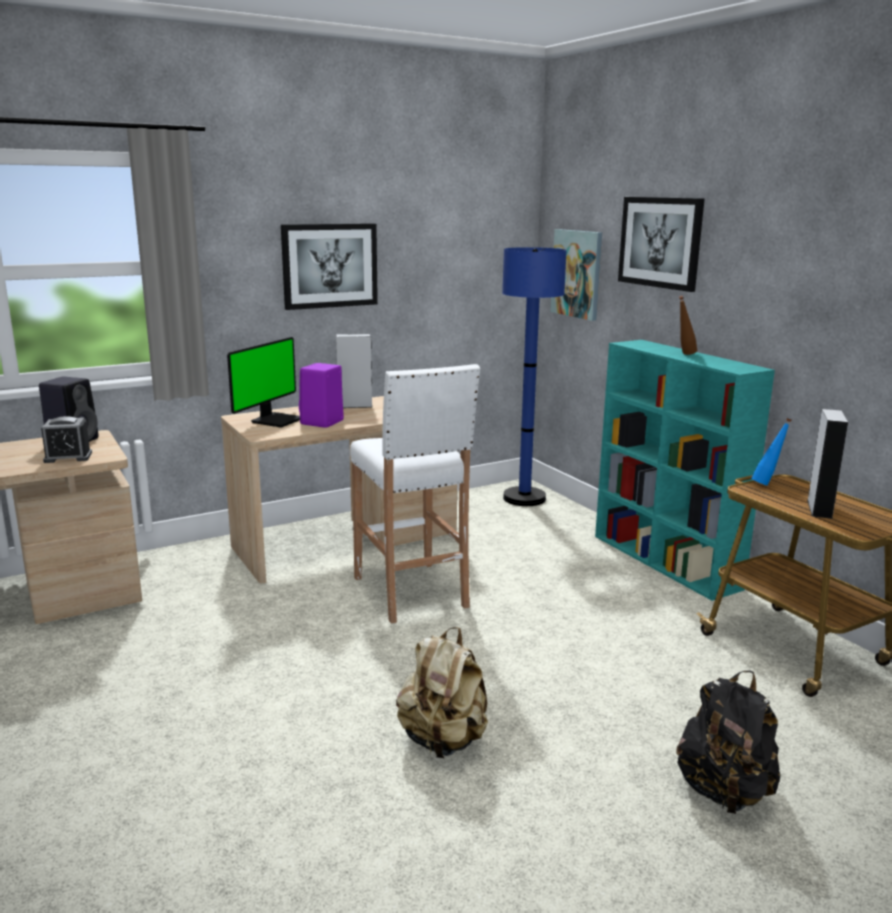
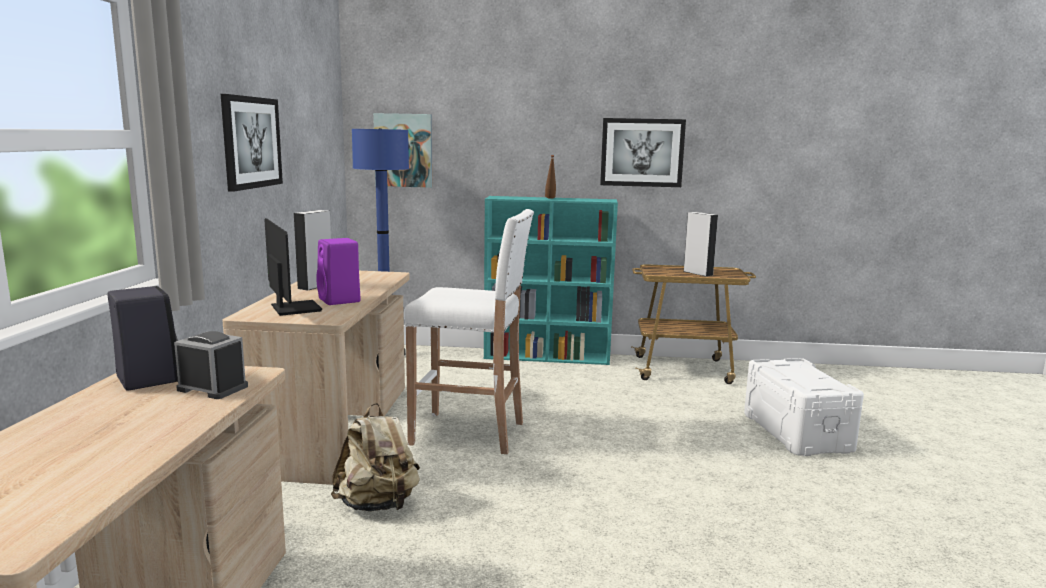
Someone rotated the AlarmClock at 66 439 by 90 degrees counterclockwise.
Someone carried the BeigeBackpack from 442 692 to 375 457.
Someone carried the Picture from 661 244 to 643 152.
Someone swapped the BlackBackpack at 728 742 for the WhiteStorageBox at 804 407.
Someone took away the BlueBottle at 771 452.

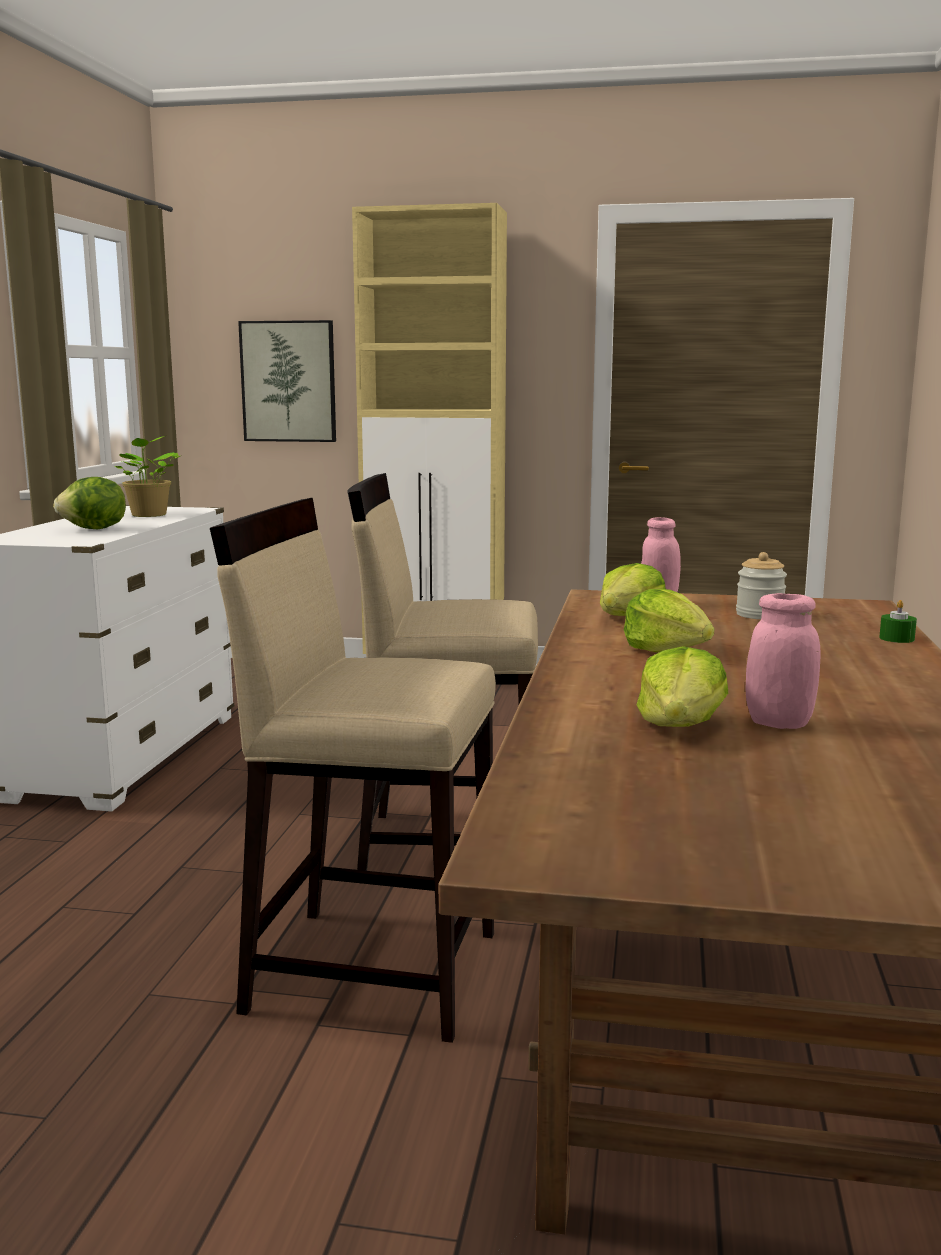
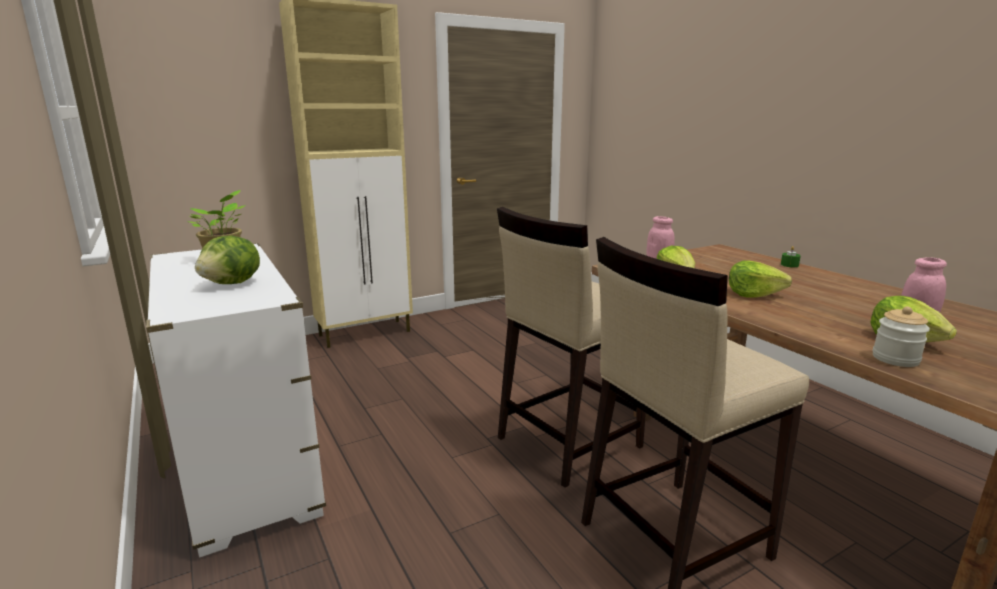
Someone took away the Picture at 287 381.
Someone carried the Jar from 761 585 to 901 337.

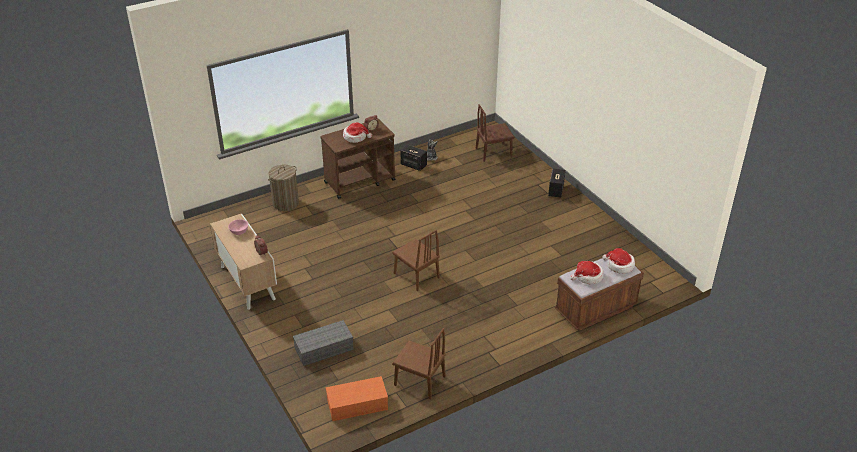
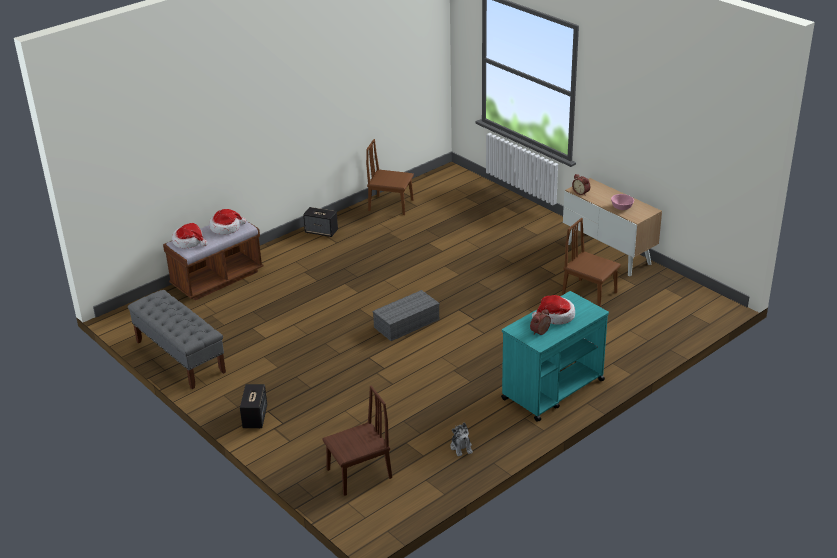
Someone took away the LaundryBasket at 283 187.
Someone carried the GreyStorageBox from 323 343 to 406 315.
Someone repainted the BrownCart at 357 159, which became the TurquoiseCart at 555 356.
Someone took away the OrangeStorageBox at 357 398.
Someone carried the BrownChair from 416 260 to 591 262.
Someone carried the Speaker from 414 158 to 320 222.
Someone put down the GreyBench at 177 339.

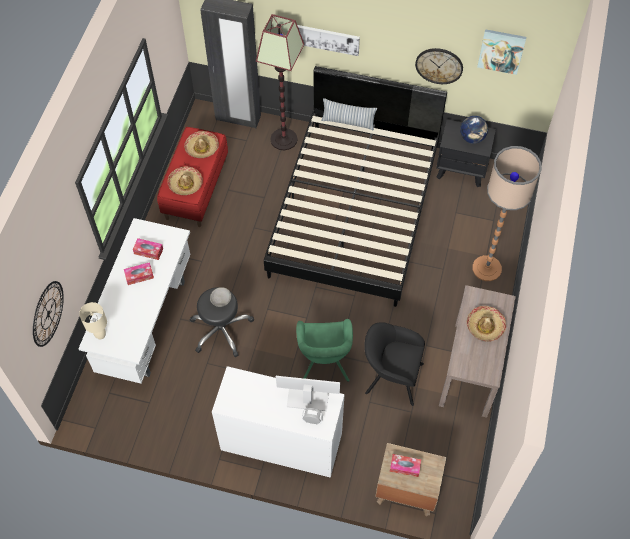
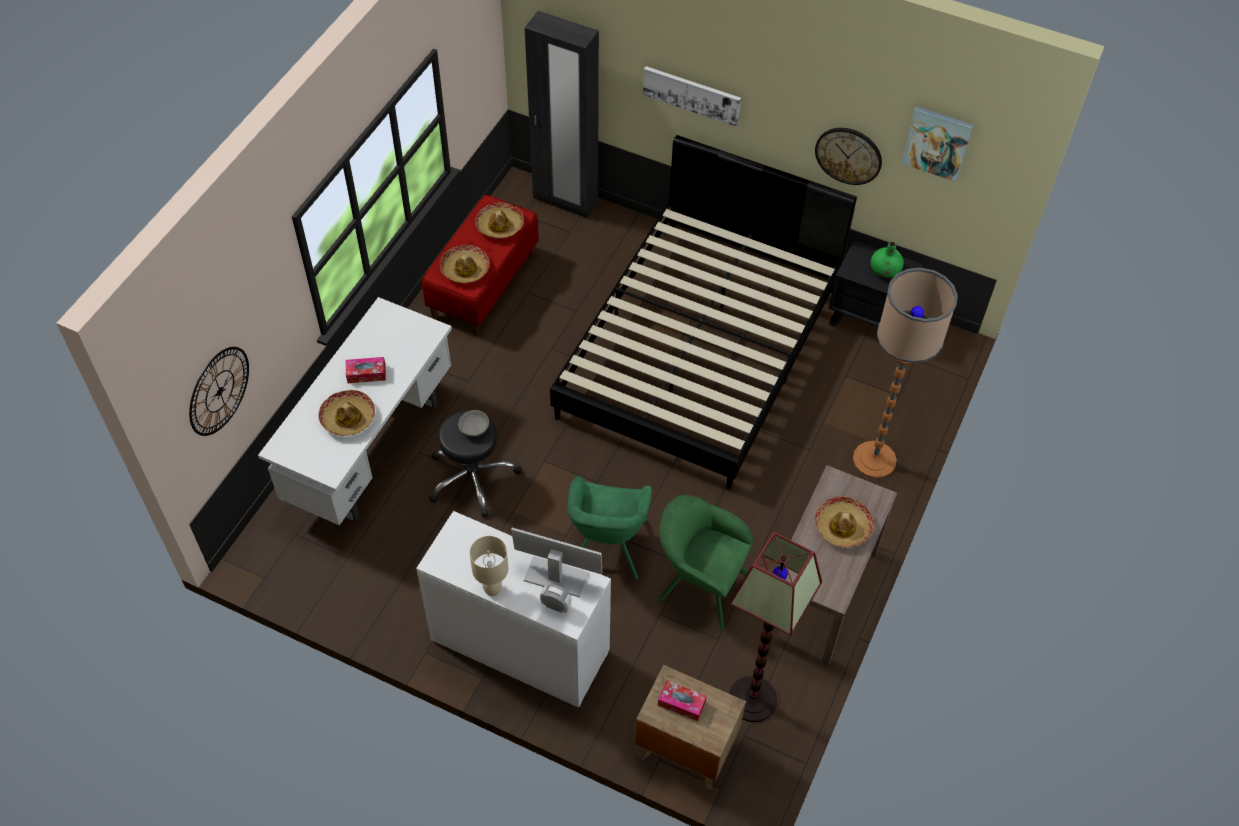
Someone carried the BeigeTableLamp from 93 321 to 489 566.
Someone took away the TissueBox at 148 249.
Someone carried the FloorLamp from 280 82 to 775 627.
Someone took away the Pillow at 349 114.
Someone repainted the BlackArmchair at 394 364, which became the GreenArmchair at 705 563.
Someone swapped the Globe at 474 130 for the GreenVase at 887 260.
Someone put down the Hat at 346 413.

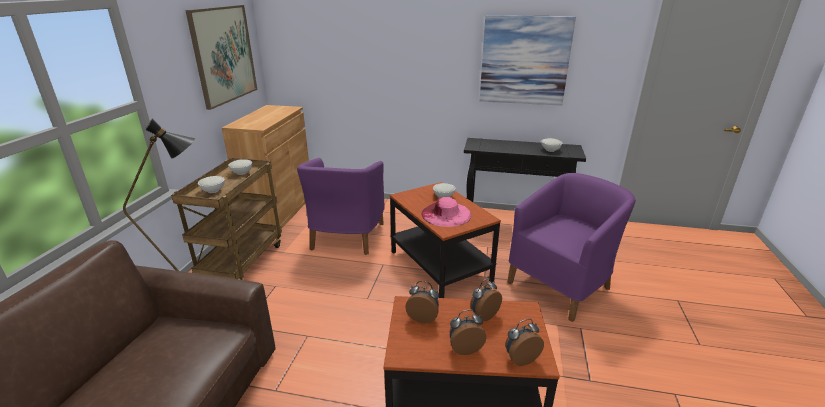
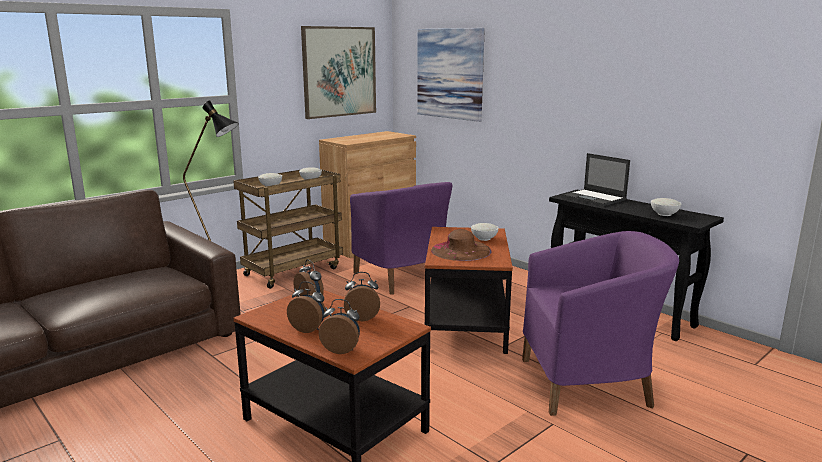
Someone rotated the PurpleArmchair at 341 206 by 75 degrees counterclockwise.
Someone repainted the PinkHat at 446 212, which became the BrownHat at 461 245.
Someone carried the Picture from 528 60 to 451 75.
Someone put down the Laptop at 595 179.

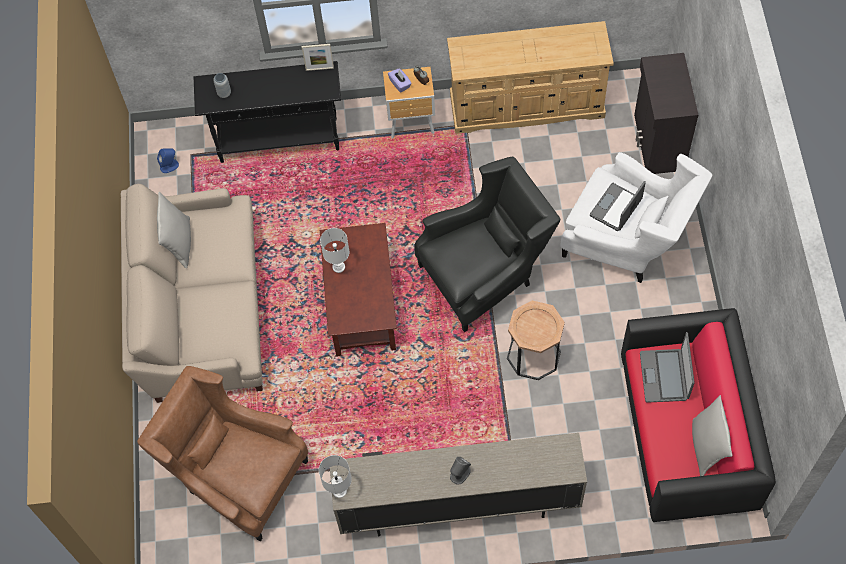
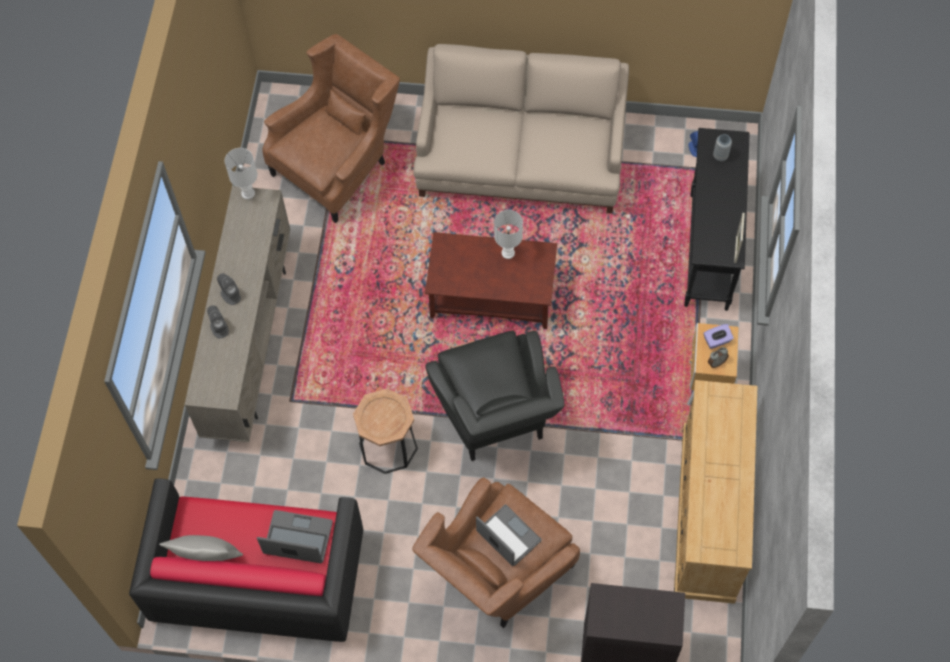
Someone took away the GreyPillow at 174 230.
Someone repainted the WhiteArmchair at 636 217, which became the BrownArmchair at 496 552.
Someone put down the GreySpeaker at 218 321.

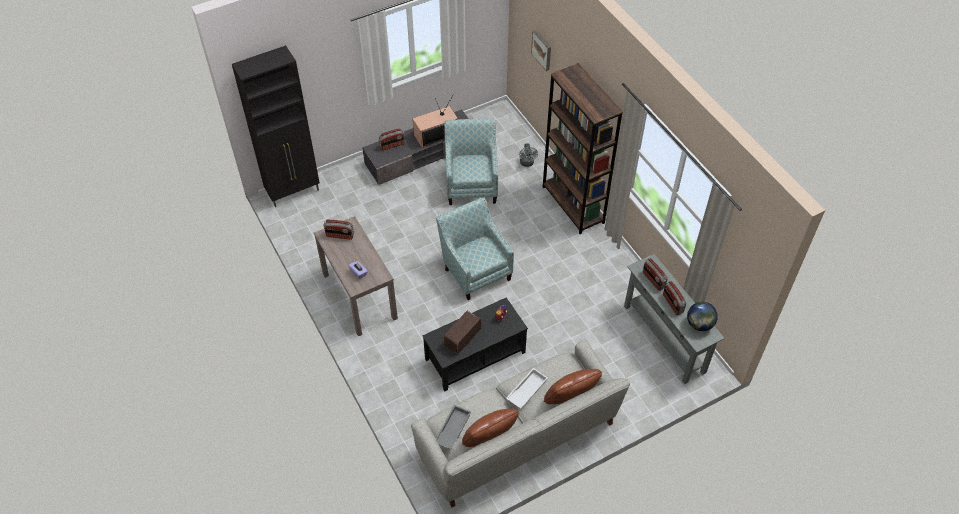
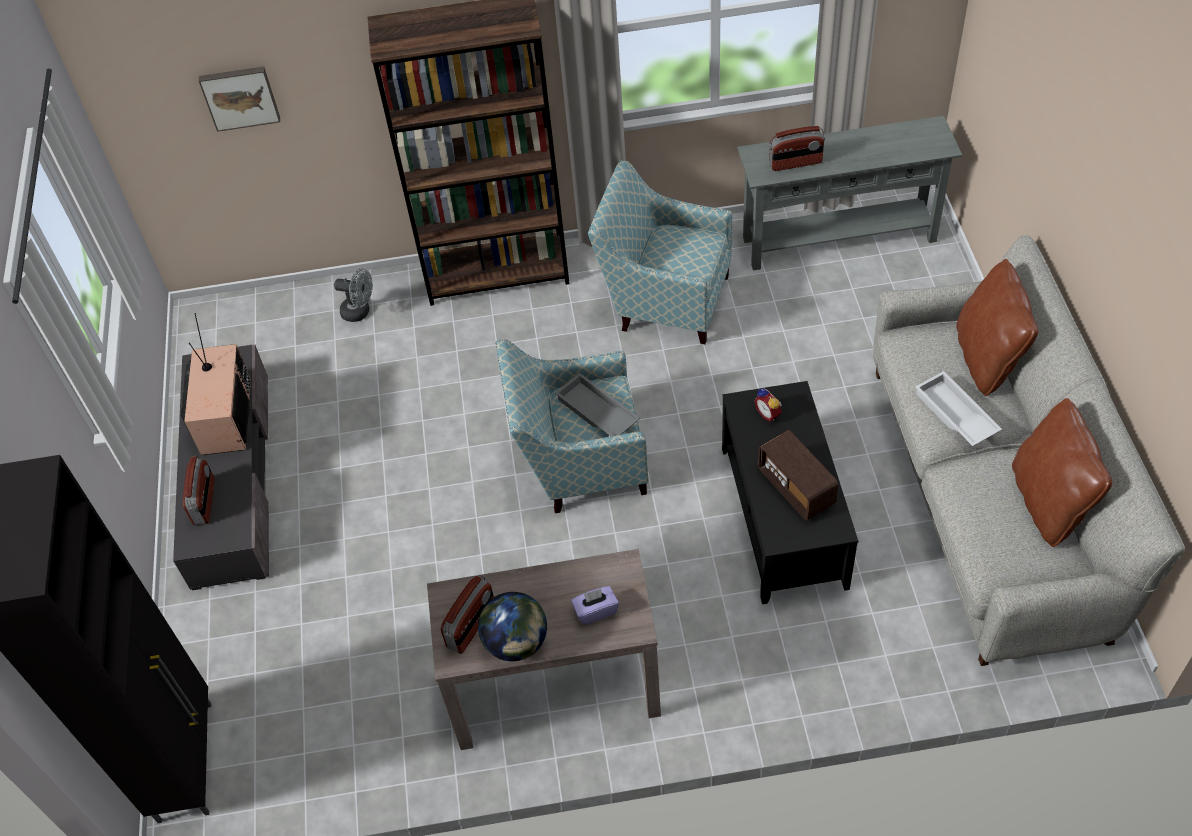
Someone carried the GreyTray from 453 427 to 597 404.
Someone carried the Armchair from 471 162 to 660 252.
Someone took away the Radio at 674 298.
Someone carried the Globe from 702 316 to 512 626.

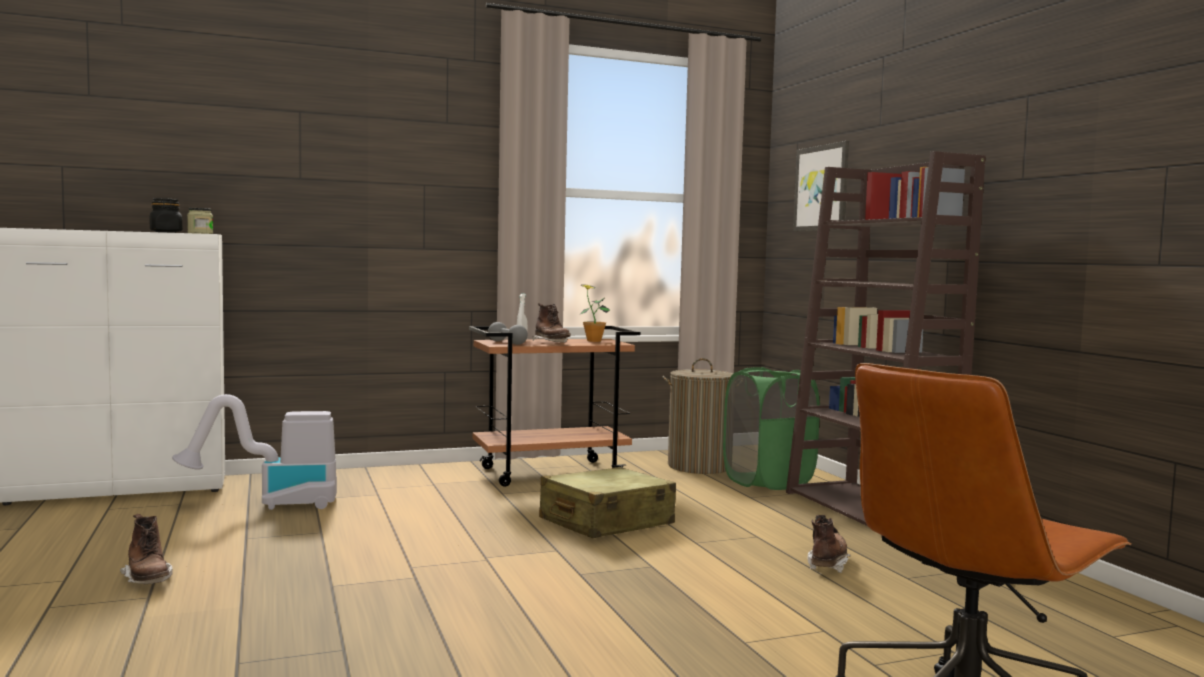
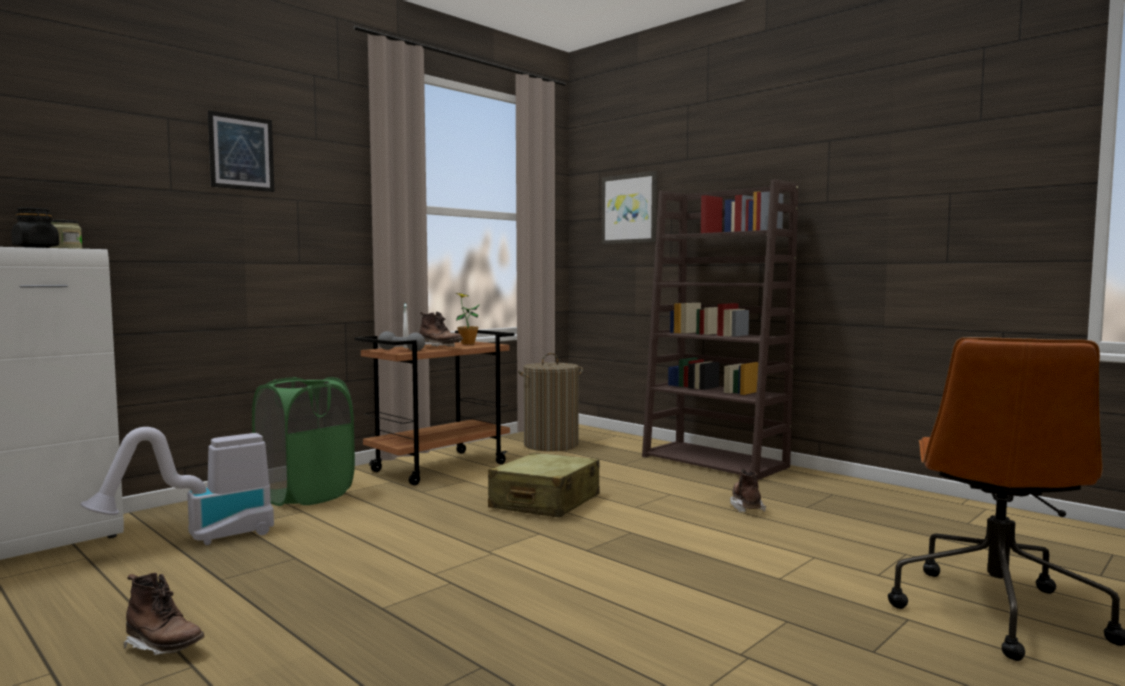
Someone carried the GreenLaundryBasket from 771 428 to 303 441.
Someone put up the Picture at 241 151.

